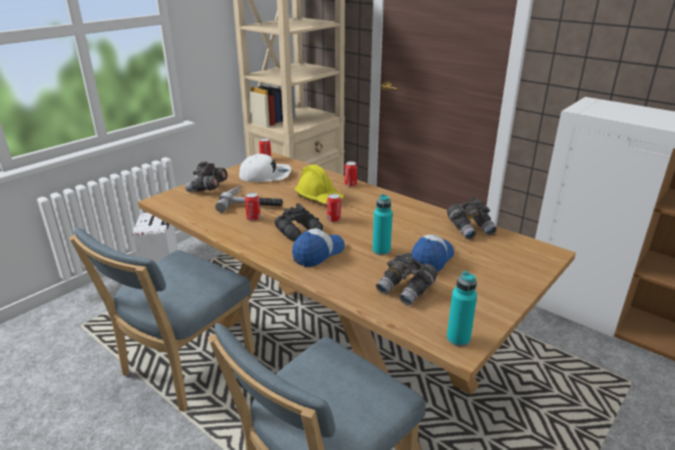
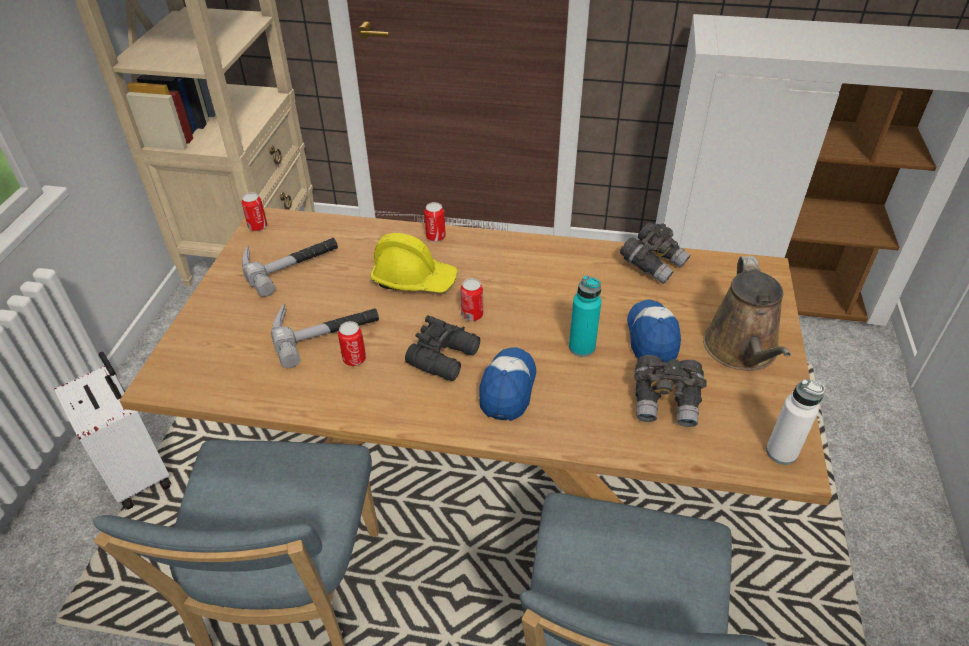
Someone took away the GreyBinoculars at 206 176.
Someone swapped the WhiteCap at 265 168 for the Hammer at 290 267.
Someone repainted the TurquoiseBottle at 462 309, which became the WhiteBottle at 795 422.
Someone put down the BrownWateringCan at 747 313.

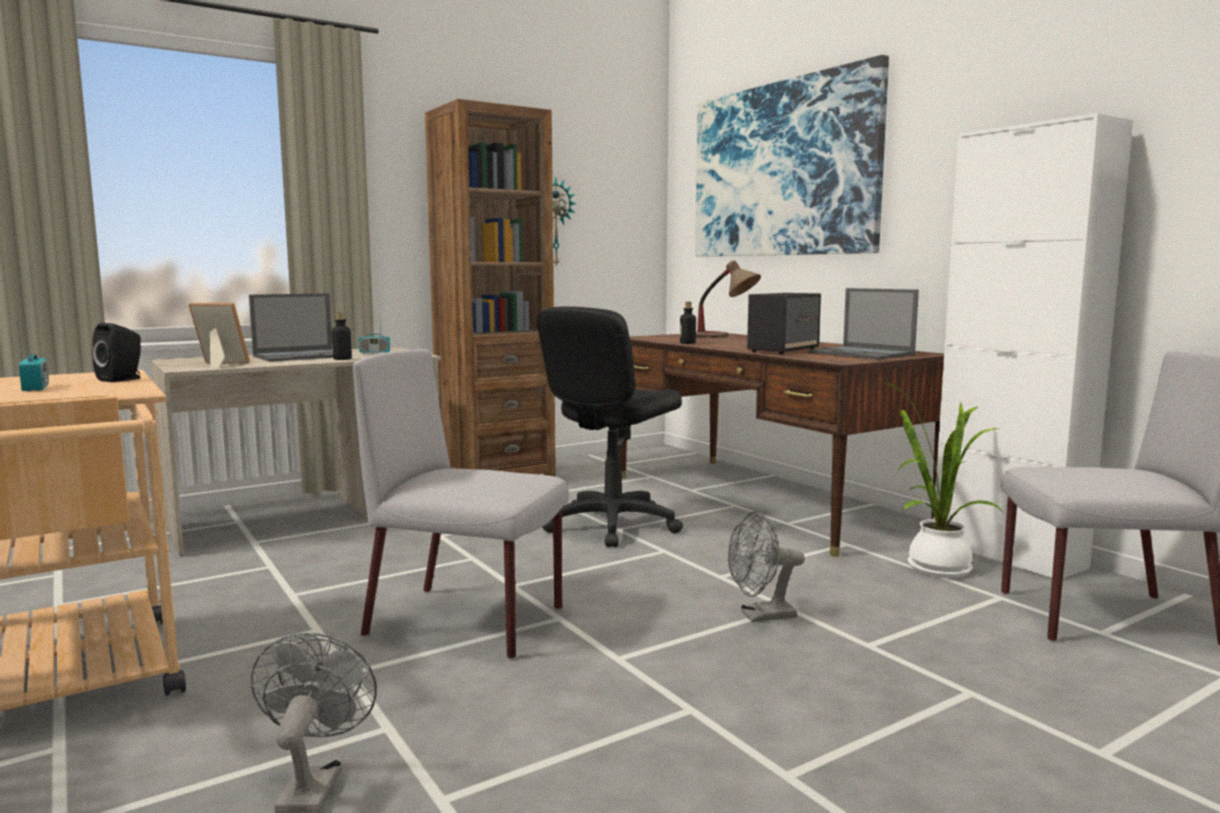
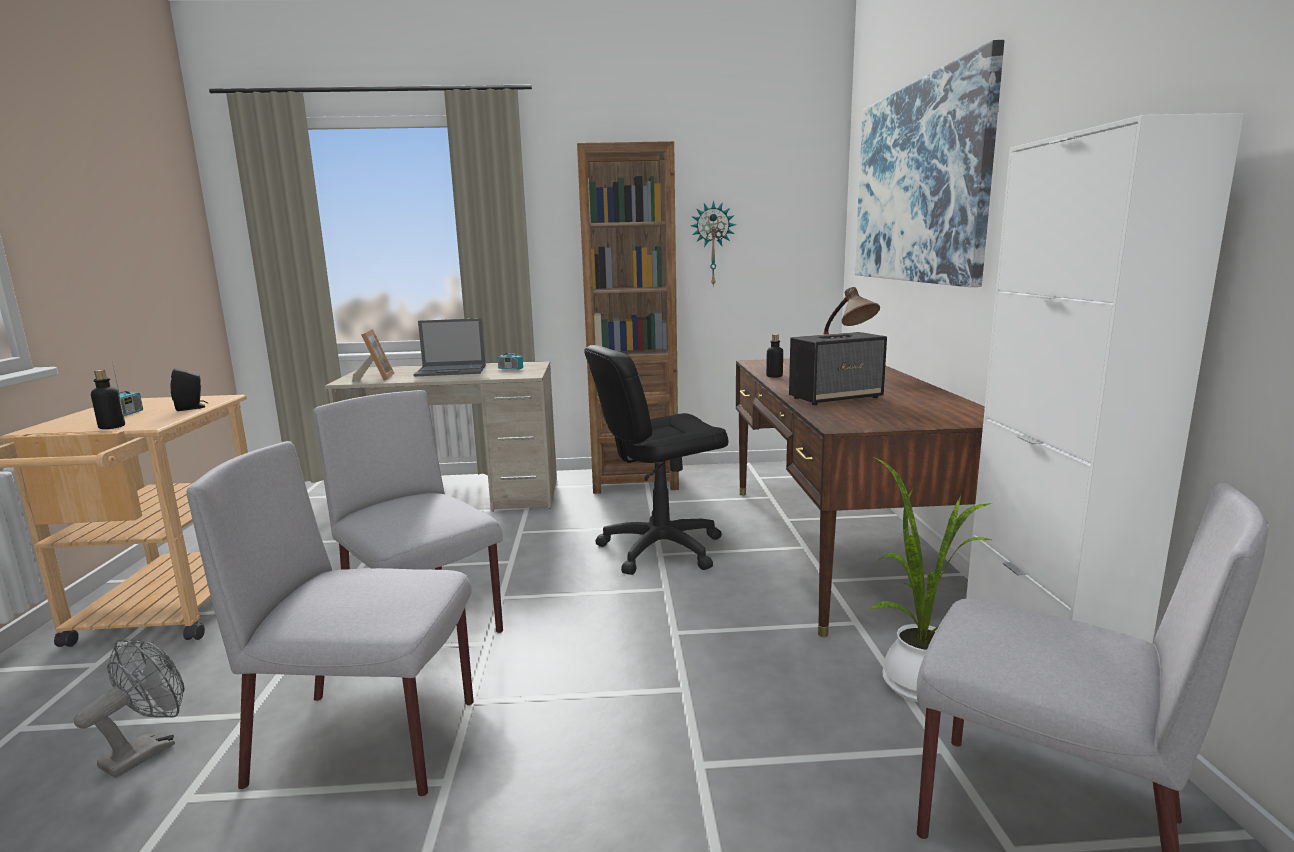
Someone rotated the PictureFrame at 219 335 by 45 degrees clockwise.
Someone carried the Bottle from 342 336 to 108 399.
Someone took away the GreyFan at 766 566.
Someone took away the Laptop at 863 323.
Someone put down the GreyChair at 330 619.

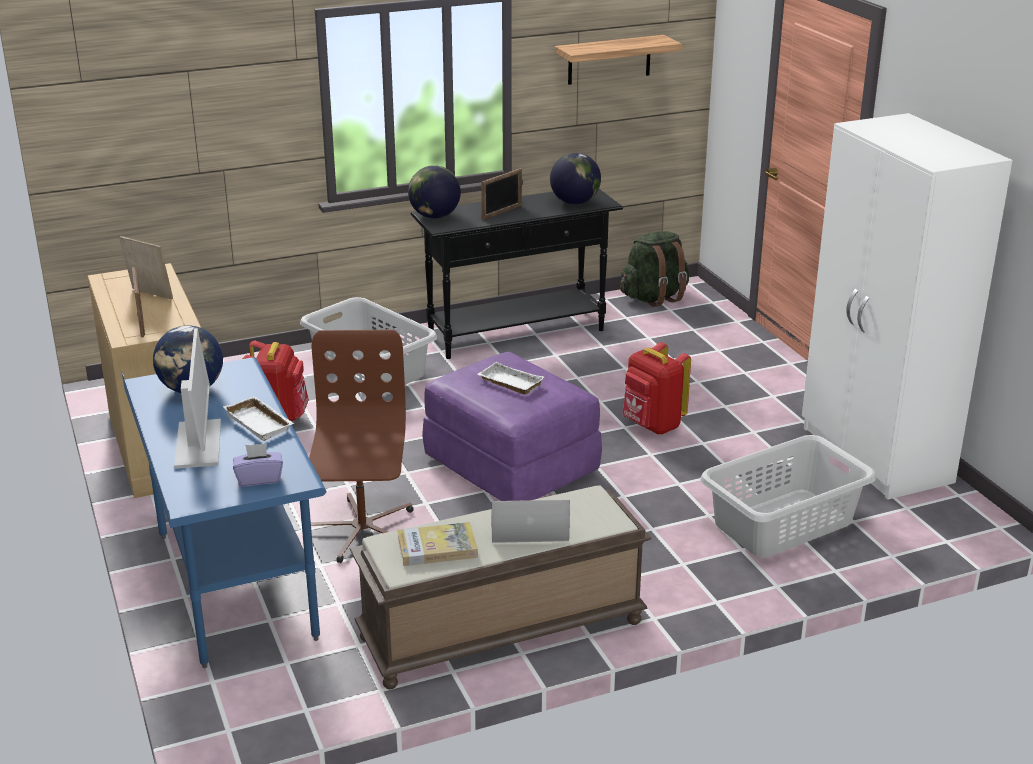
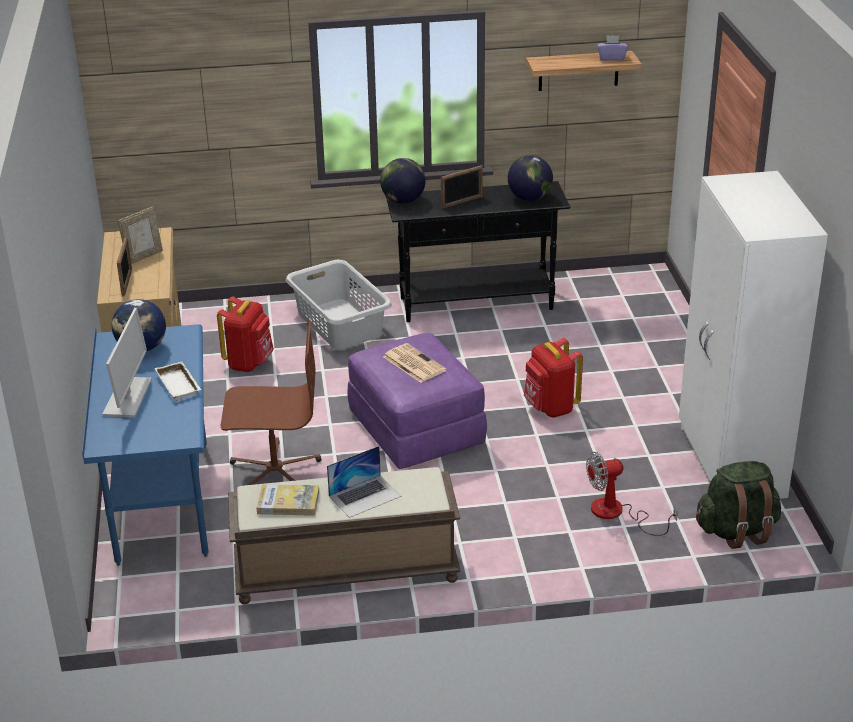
Someone rotated the PictureFrame at 146 267 by 90 degrees clockwise.
Someone carried the PurpleTissueBox from 258 464 to 613 48.
Someone rotated the BrownOfficeChair at 361 446 by 75 degrees clockwise.
Someone swapped the WhiteTray at 510 378 for the Newspaper at 414 363.
Someone rotated the Laptop at 530 521 by 135 degrees clockwise.
Someone carried the GreenBackpack from 654 269 to 738 505.
Someone swapped the GreyLaundryBasket at 788 496 for the Fan at 632 494.

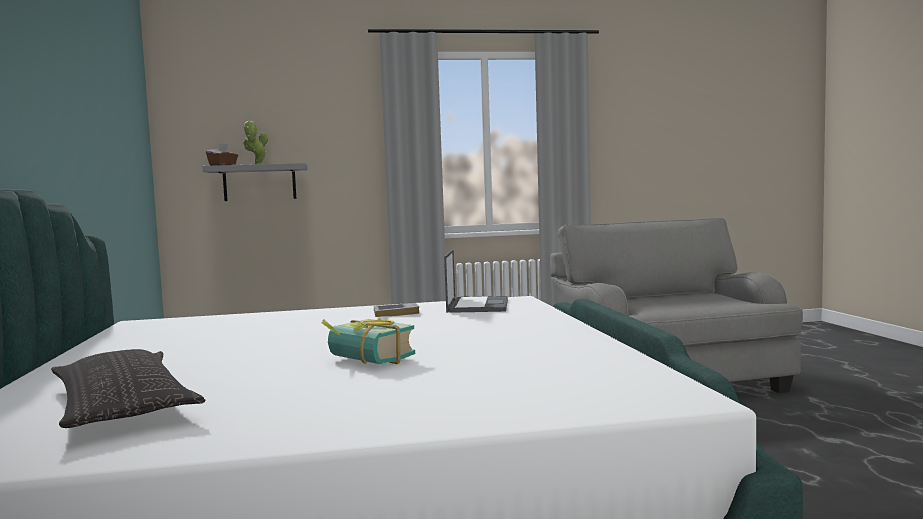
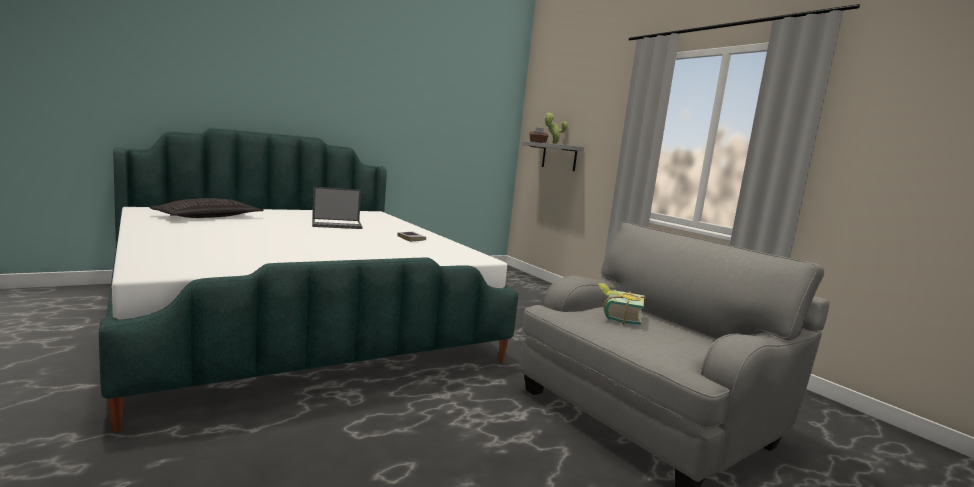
Someone carried the Book from 368 341 to 622 304.
Someone carried the Laptop from 476 281 to 337 208.

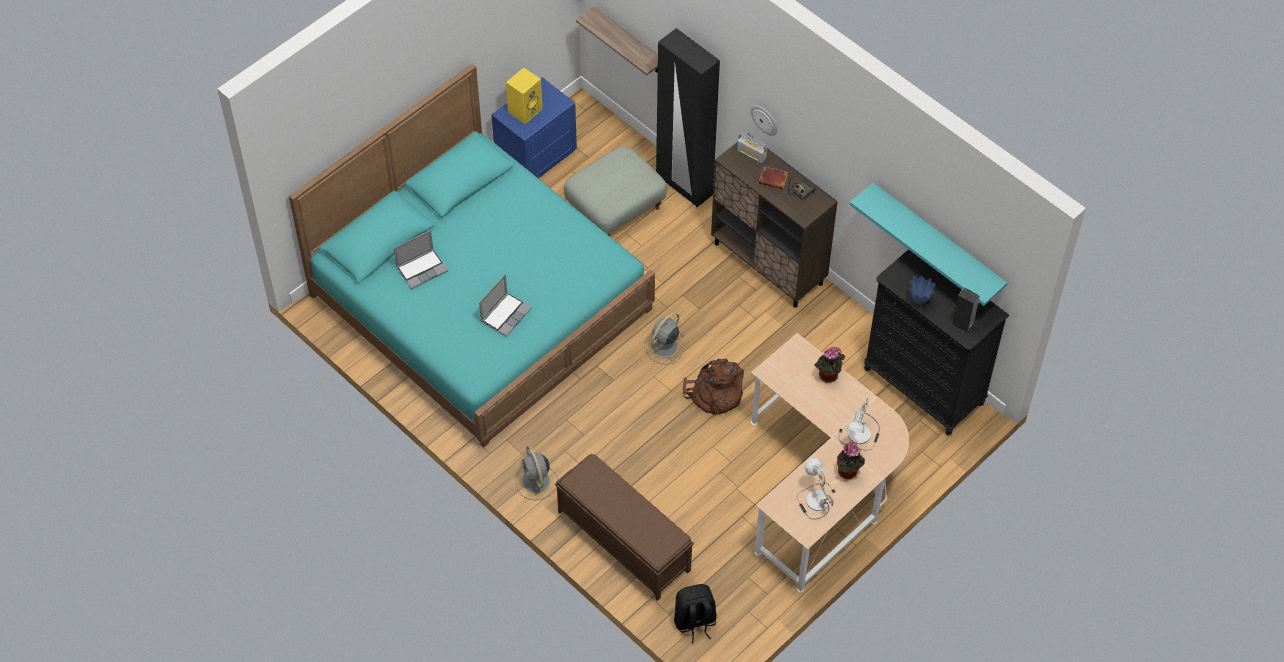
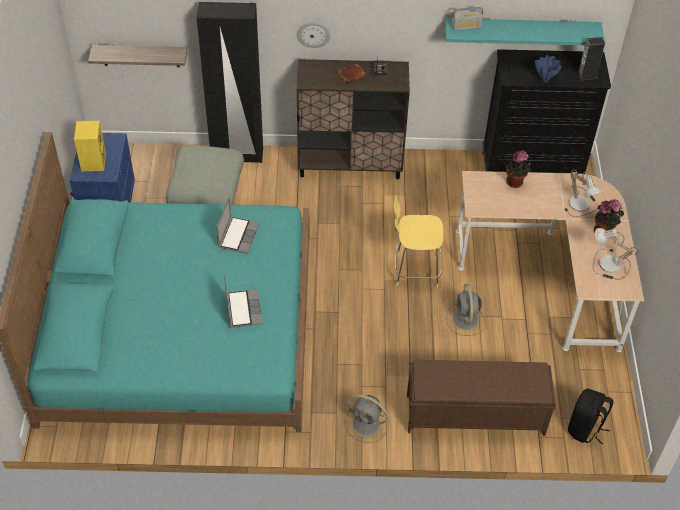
Someone carried the Laptop from 421 259 to 237 225.
Someone carried the GreyFan from 664 338 to 466 310.
Someone swapped the BrownBackpack at 713 387 for the YellowStool at 418 241.
Someone carried the Radio from 752 147 to 467 19.

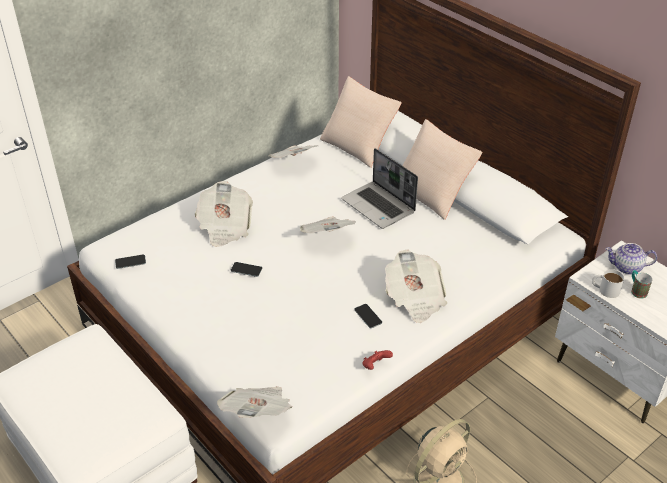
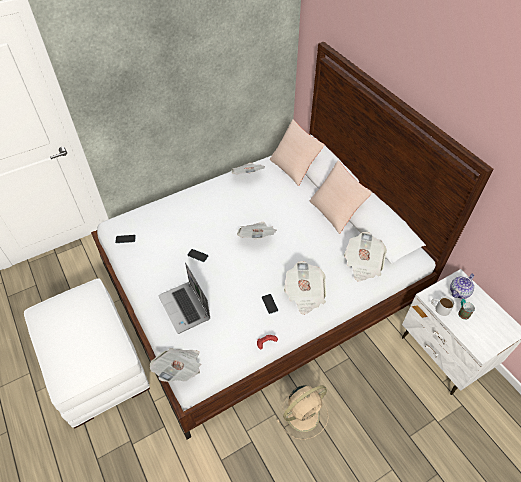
Someone carried the Newspaper from 224 214 to 365 256.
Someone carried the Laptop from 379 188 to 184 298.
Someone rotated the Teapot at 631 259 by 60 degrees counterclockwise.

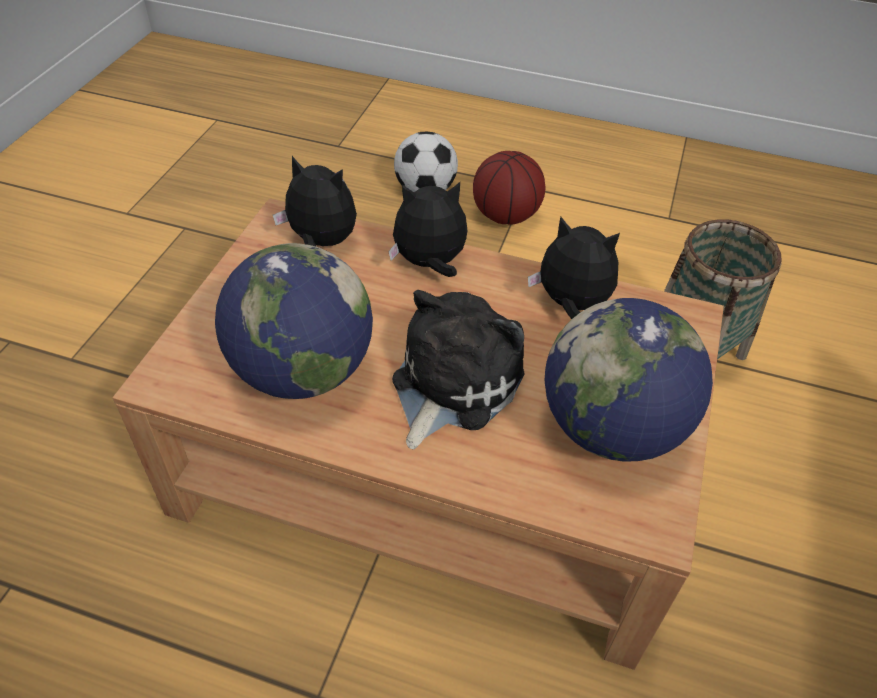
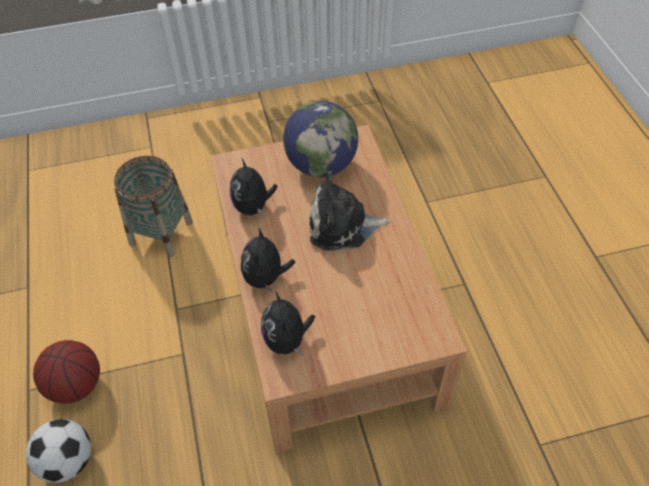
Someone took away the Globe at 294 321.
Someone rotated the PlushToy at 428 229 by 45 degrees clockwise.

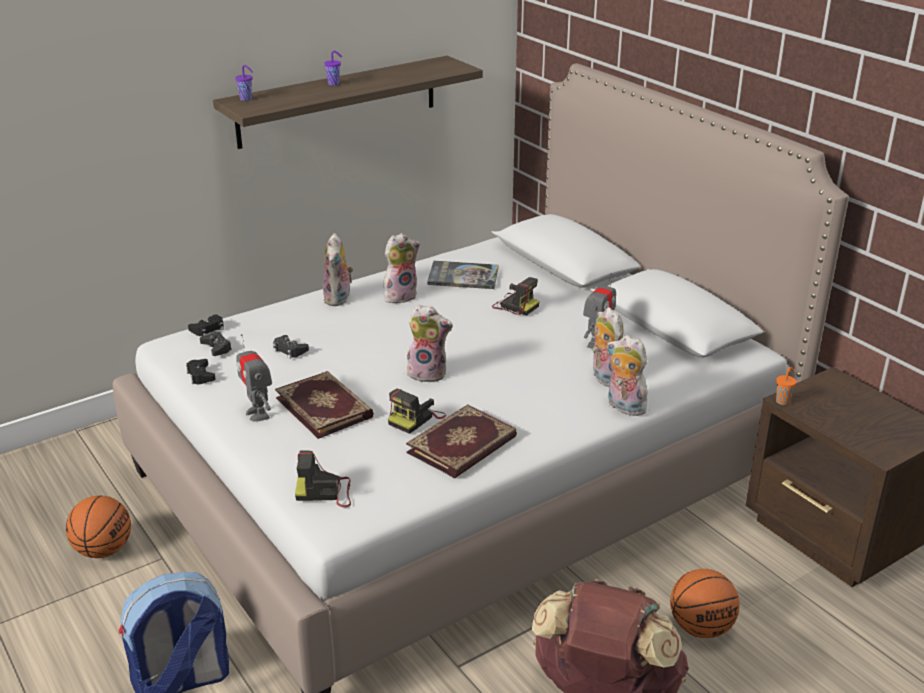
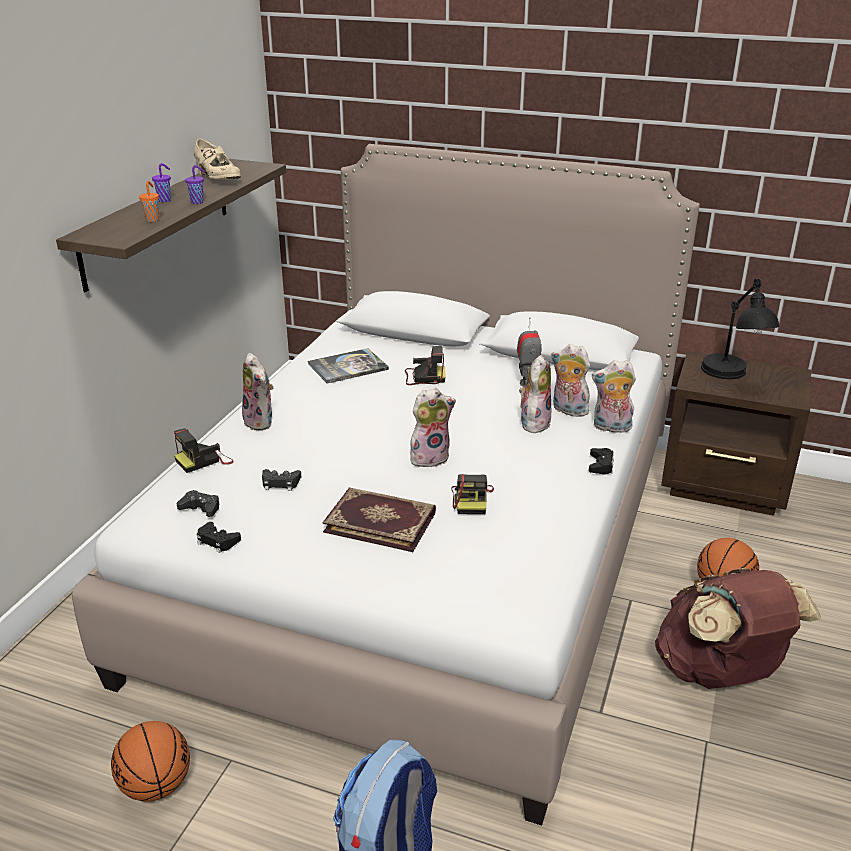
Someone carried the BlackGameController from 206 325 to 601 461.
Someone carried the PurpleCup from 244 83 to 195 184.
Someone took away the ToyRobot at 254 378.
Someone carried the PhotoCamera from 323 478 to 204 450.
Someone carried the PlushToy from 402 268 to 535 394.
Someone took away the Book at 461 441.
Someone carried the OrangeCup from 786 386 to 149 201.
Someone put down the BeigeShoe at 217 159.
Someone put down the BlackTableLamp at 740 329.

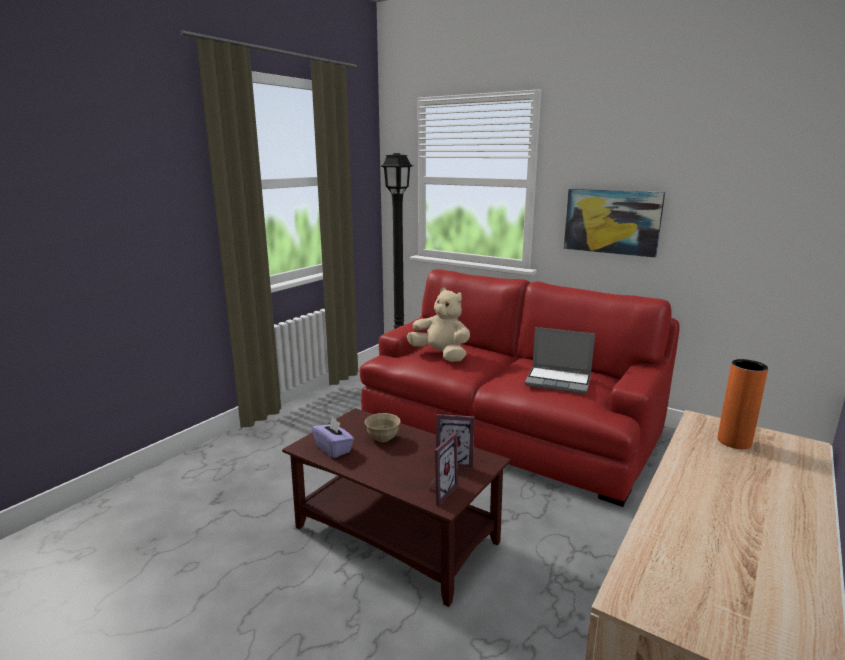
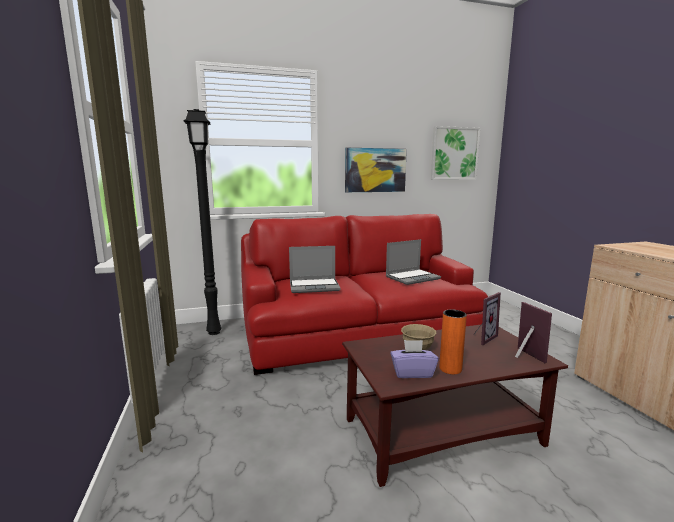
Someone swapped the BeigePlushToy at 438 325 for the Laptop at 315 269.
Someone carried the OrangeVase from 742 404 to 453 342.
Someone put up the Picture at 456 153.

